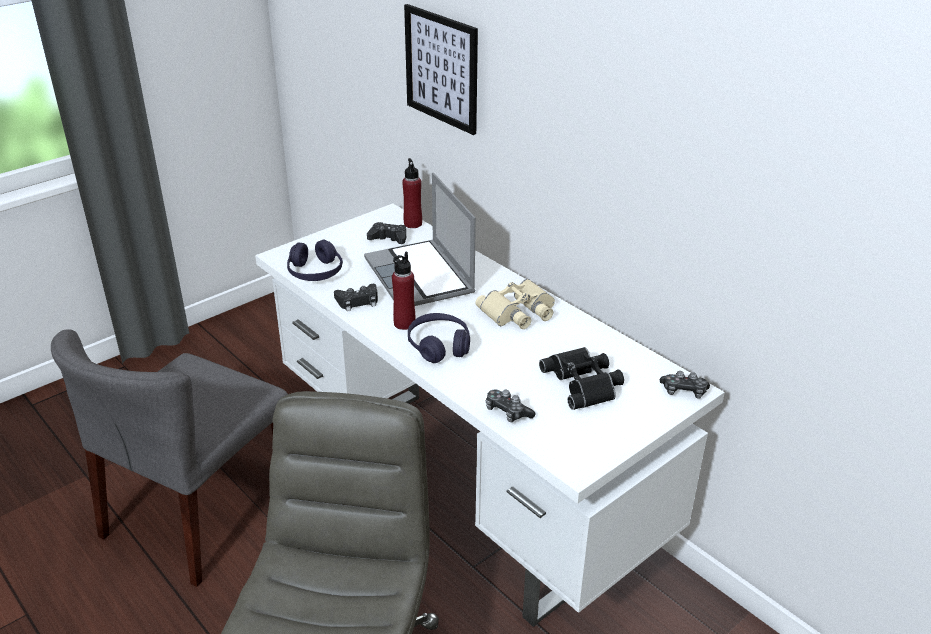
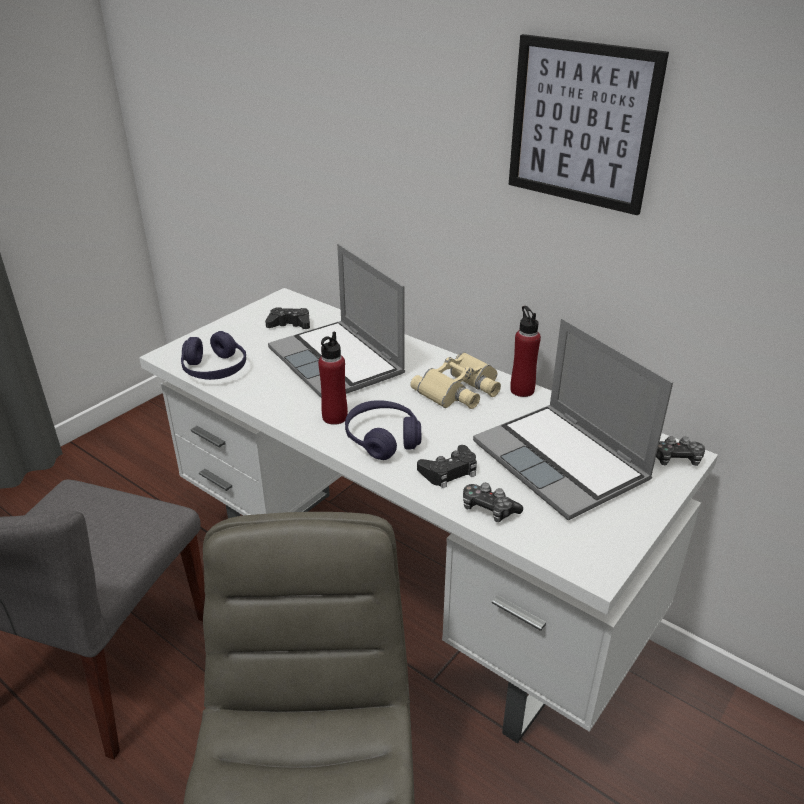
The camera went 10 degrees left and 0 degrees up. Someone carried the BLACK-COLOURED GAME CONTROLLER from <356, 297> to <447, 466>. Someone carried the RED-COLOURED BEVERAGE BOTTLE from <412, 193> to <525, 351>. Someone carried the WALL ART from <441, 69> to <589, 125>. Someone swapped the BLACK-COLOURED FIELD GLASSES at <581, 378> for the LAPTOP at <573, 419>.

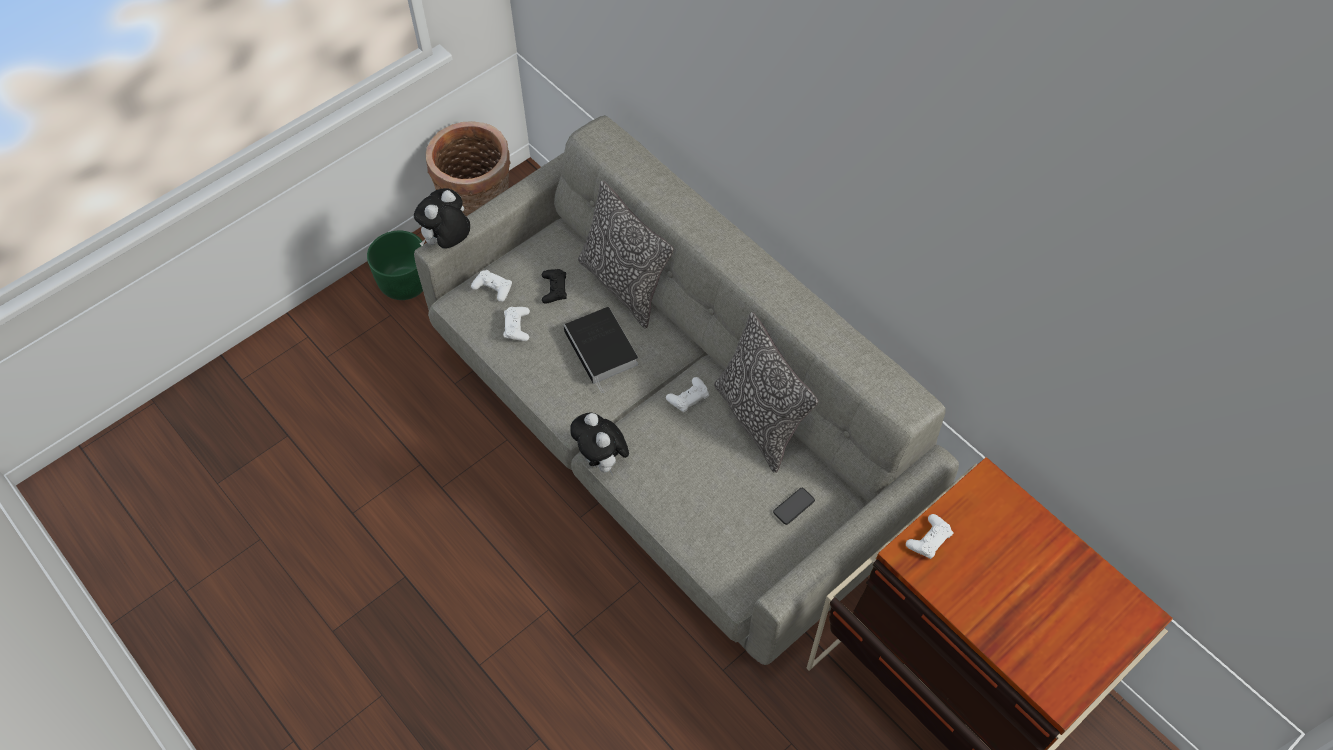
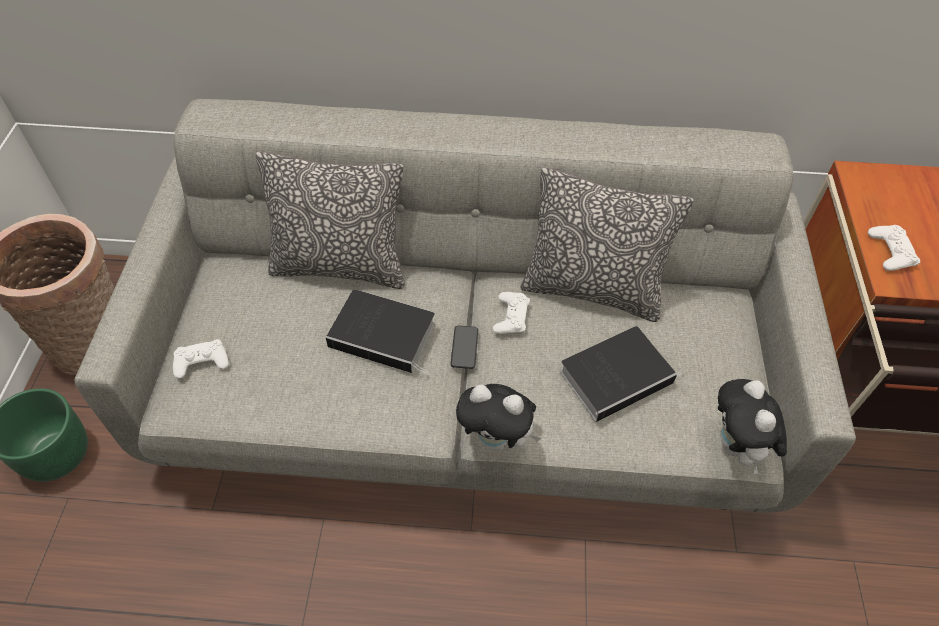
The camera went 45 degrees left and 5 degrees down. Someone carried the SOFT TOY from <442, 218> to <752, 426>. Someone took away the WHITE-COLOURED GAME CONTROLLER at <516, 324>. Someone took away the BLACK-COLOURED GAME CONTROLLER at <554, 286>. Someone carried the PHONE from <794, 506> to <464, 347>. Someone put down the BOUND BOOK at <622, 374>.

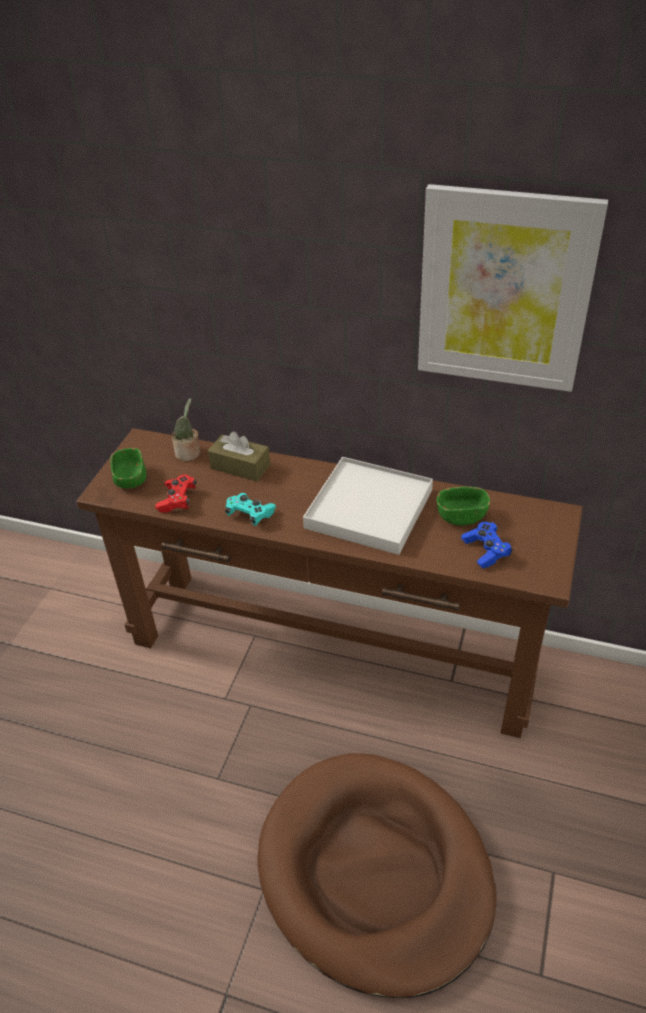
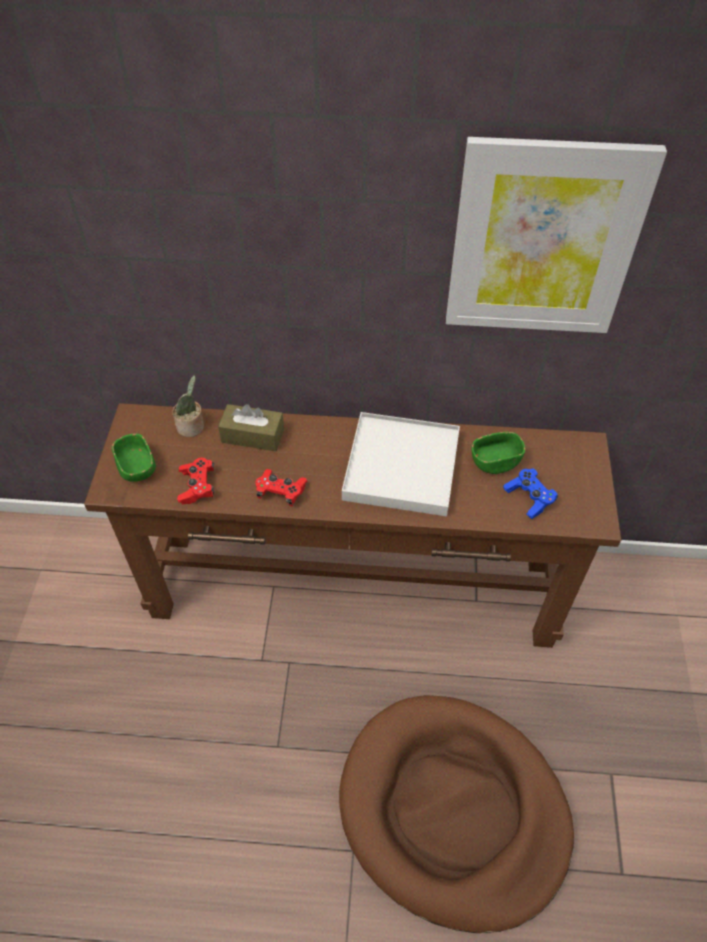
The camera went 15 degrees left and 10 degrees up. Someone repainted the BLUE-GREEN GAME CONTROLLER at <250, 509>, which became the RED-COLOURED GAME CONTROLLER at <281, 487>.

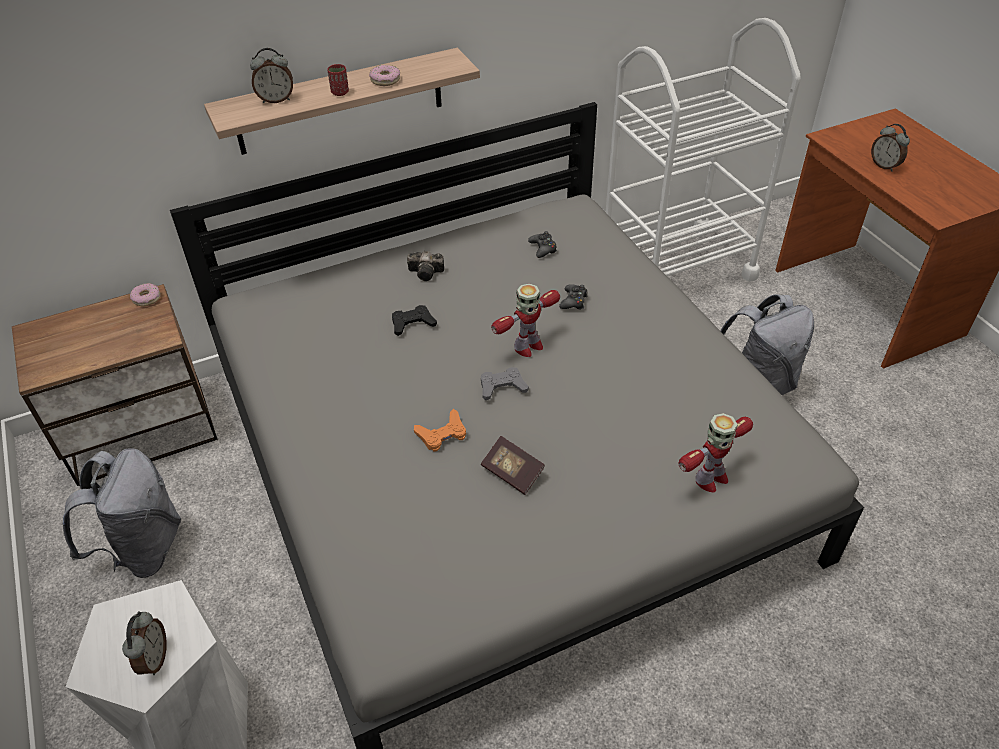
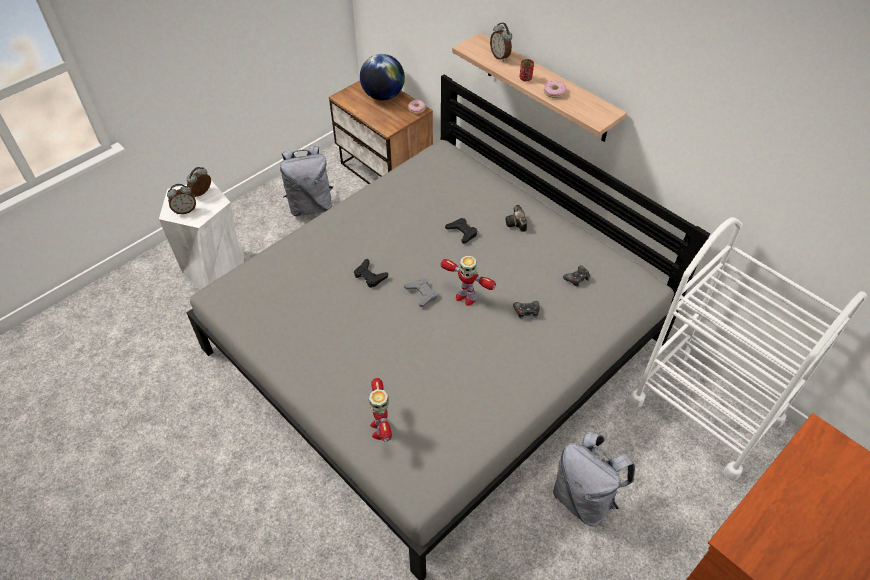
The camera went 70 degrees right and 5 degrees up. Someone repainted the ORANGE-COLOURED GAME CONTROLLER at <440, 430>, which became the BLACK-COLOURED GAME CONTROLLER at <371, 273>. Someone took away the BOUND BOOK at <513, 465>. Someone rotated the TOY ROBOT at <715, 452> by 45 degrees clockwise. Someone carried the ALARM CLOCK from <890, 148> to <199, 182>. Someone put down the GLOBE at <382, 77>.

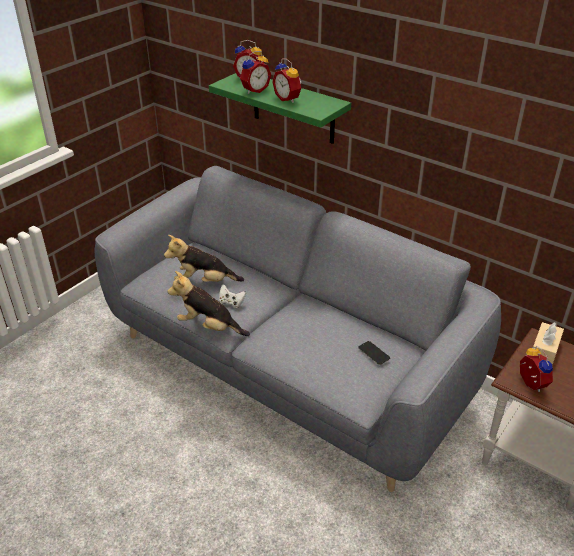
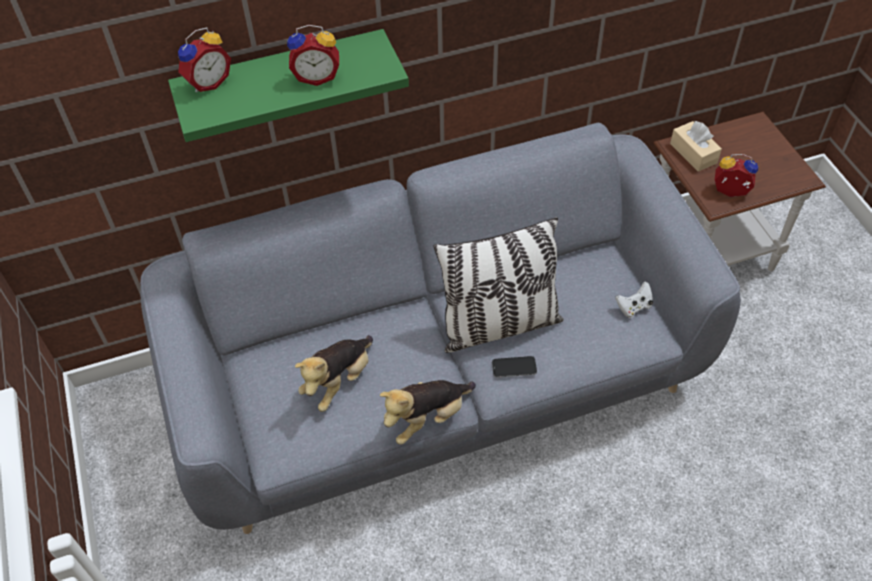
The camera went 55 degrees left and 15 degrees up. Someone carried the WHITE-COLOURED GAME CONTROLLER from <232, 296> to <634, 300>. Someone took away the ALARM CLOCK at <255, 72>. Someone carried the PHONE from <374, 353> to <514, 367>. Someone put down the THROW PILLOW at <499, 285>.

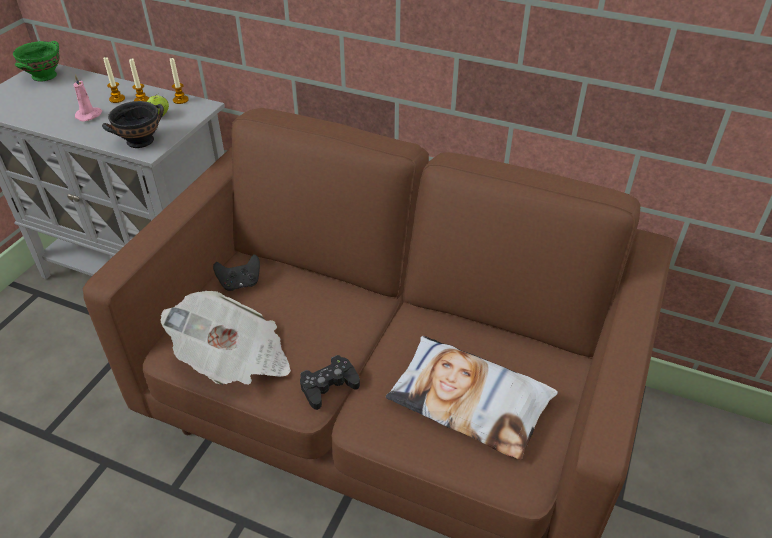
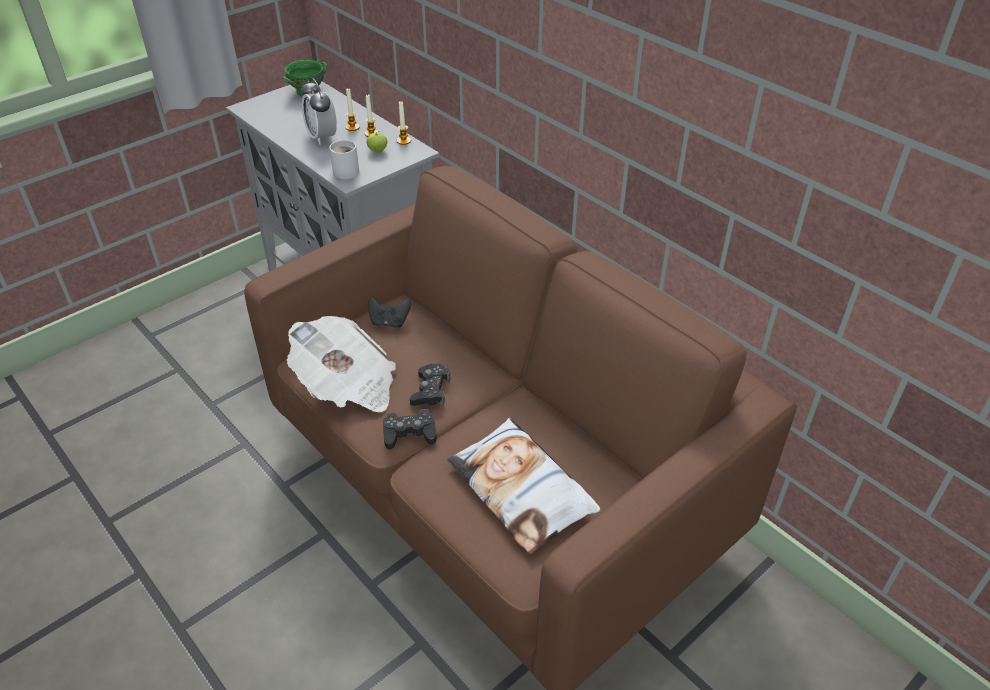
The camera went 25 degrees right and 0 degrees up. Someone swapped the PINK CANDLE at <87, 97> for the ALARM CLOCK at <318, 111>. Someone swapped the BLACK-COLOURED BOWL at <133, 124> for the WHITE-COLOURED COFFEE MUG at <344, 159>. Someone put down the BLACK-COLOURED GAME CONTROLLER at <430, 385>.

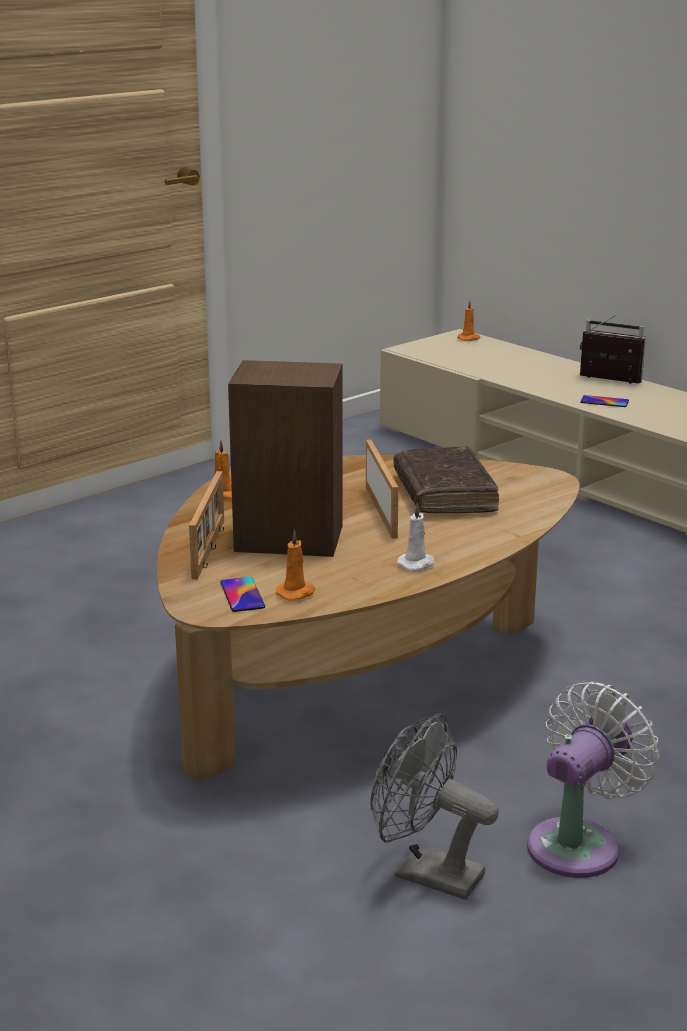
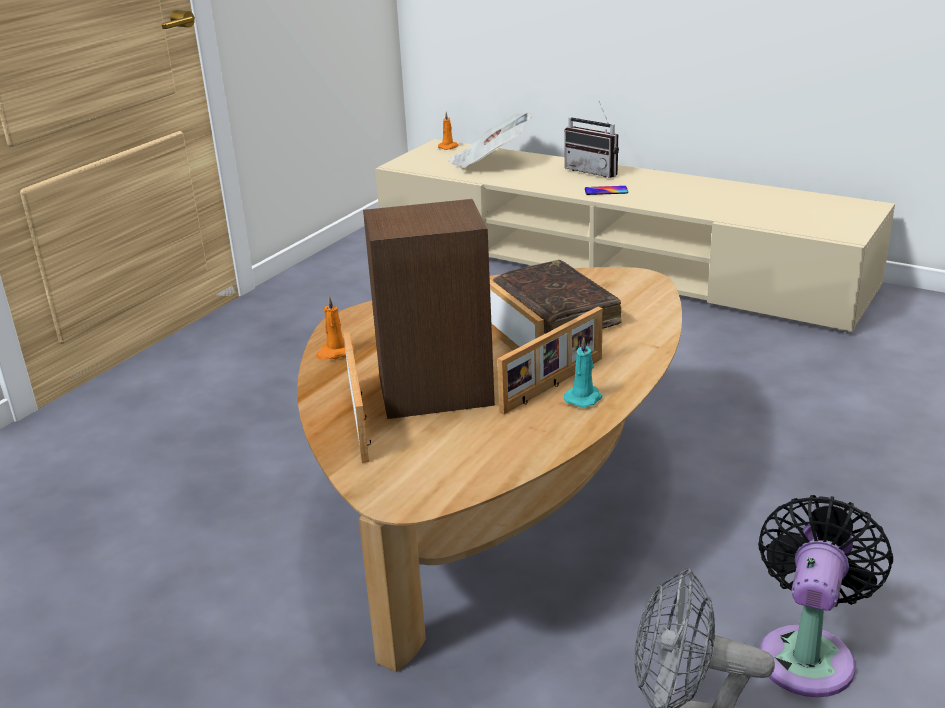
The camera went 15 degrees left and 5 degrees up. Someone took away the PHONE at <242, 594>. Someone took away the ORANGE-COLOURED CANDLE at <295, 565>. Someone repainted the WHITE-COLOURED CANDLE at <416, 537>, which became the BLUE-GREEN CANDLE at <582, 372>. Someone repainted the WHITE-COLOURED ELECTRIC FAN at <593, 780>, which became the BLACK-COLOURED ELECTRIC FAN at <825, 596>. Someone rotated the RADIO RECEIVER at <613, 349> by 150 degrees counterclockwise. Someone put down the NEWSPAPER at <490, 141>. Someone put down the PHOTO FRAME at <550, 360>.

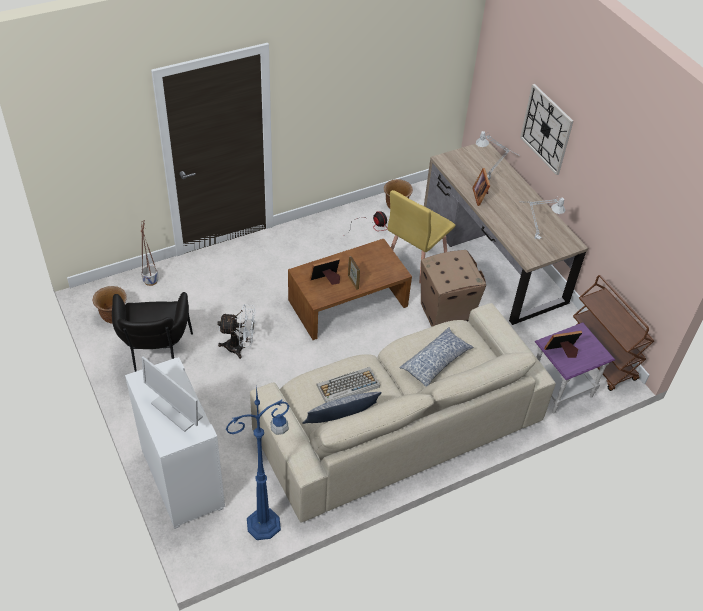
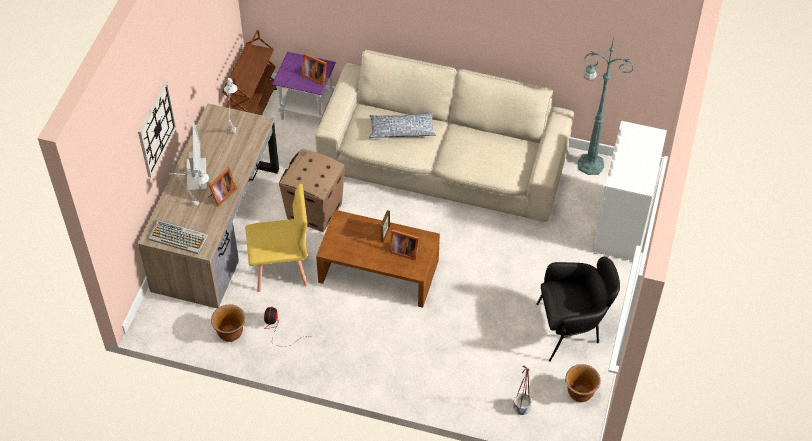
The camera went 135 degrees left and 5 degrees up. Someone rotated the BLACK-COLOURED LOUNGE CHAIR at <152, 332> by 45 degrees clockwise. Someone carried the COMPUTER SCREEN from <172, 394> to <197, 156>. Someone took away the WHITE-COLOURED ELECTRIC FAN at <236, 331>. Someone repainted the BLUE STANDARD LAMP at <258, 463>, which became the GREEN STANDARD LAMP at <606, 106>. Someone took away the THROW PILLOW at <342, 408>. Someone carried the KEYBOARD from <348, 385> to <178, 237>.

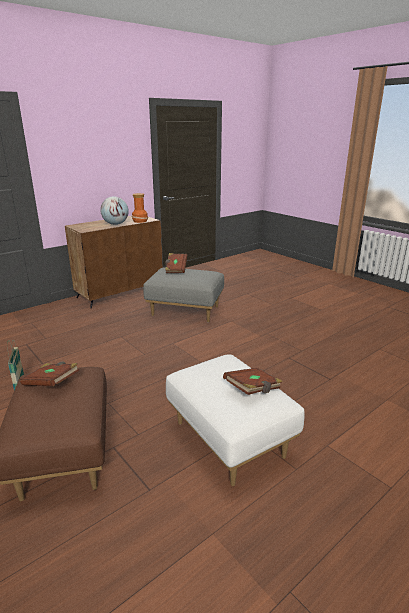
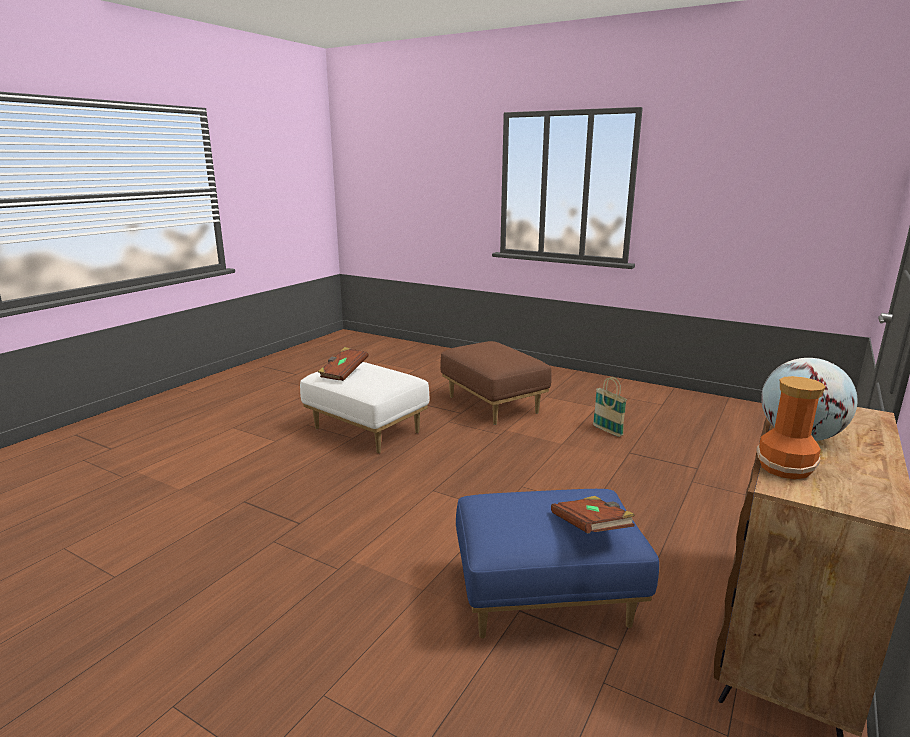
The camera went 160 degrees right and 5 degrees down. Someone took away the BROWN BOUND BOOK at <50, 374>. Someone repainted the GREY OTTOMAN at <183, 295>, which became the BLUE OTTOMAN at <557, 564>.

